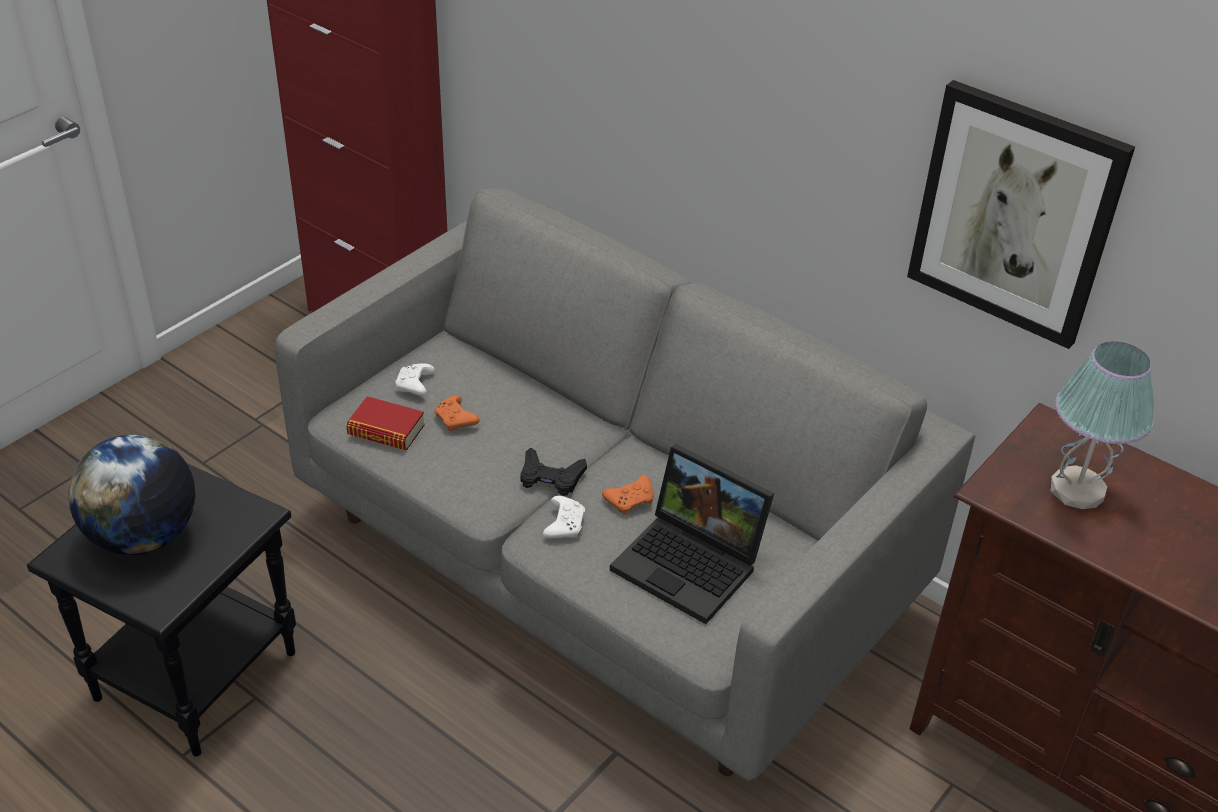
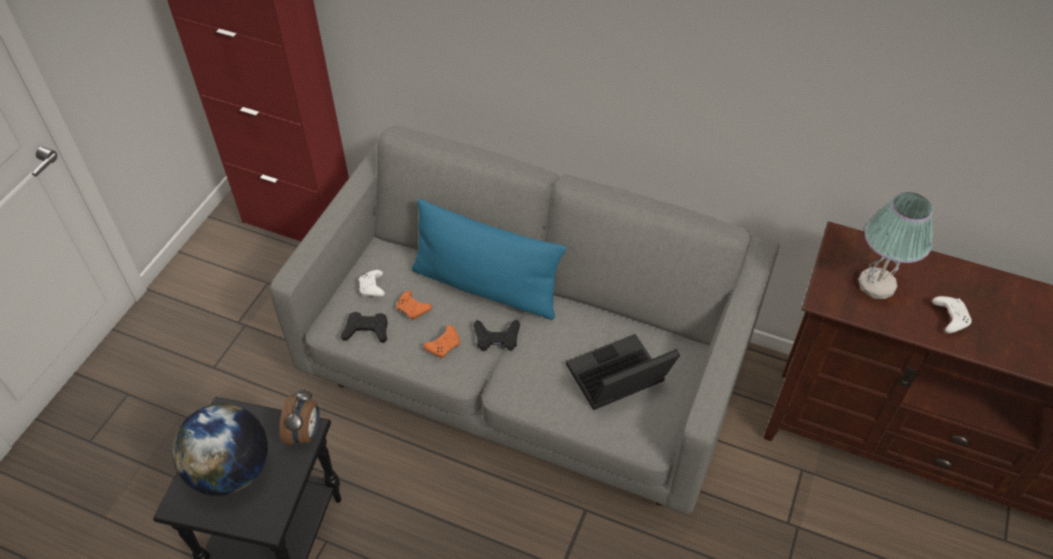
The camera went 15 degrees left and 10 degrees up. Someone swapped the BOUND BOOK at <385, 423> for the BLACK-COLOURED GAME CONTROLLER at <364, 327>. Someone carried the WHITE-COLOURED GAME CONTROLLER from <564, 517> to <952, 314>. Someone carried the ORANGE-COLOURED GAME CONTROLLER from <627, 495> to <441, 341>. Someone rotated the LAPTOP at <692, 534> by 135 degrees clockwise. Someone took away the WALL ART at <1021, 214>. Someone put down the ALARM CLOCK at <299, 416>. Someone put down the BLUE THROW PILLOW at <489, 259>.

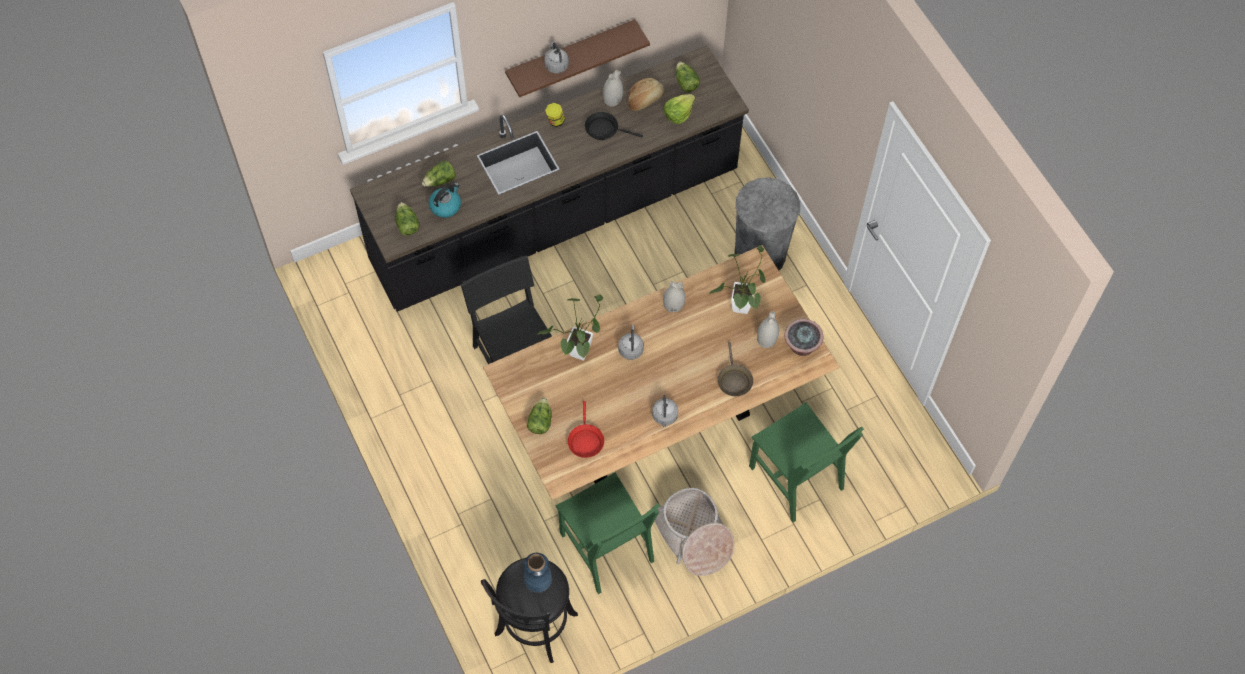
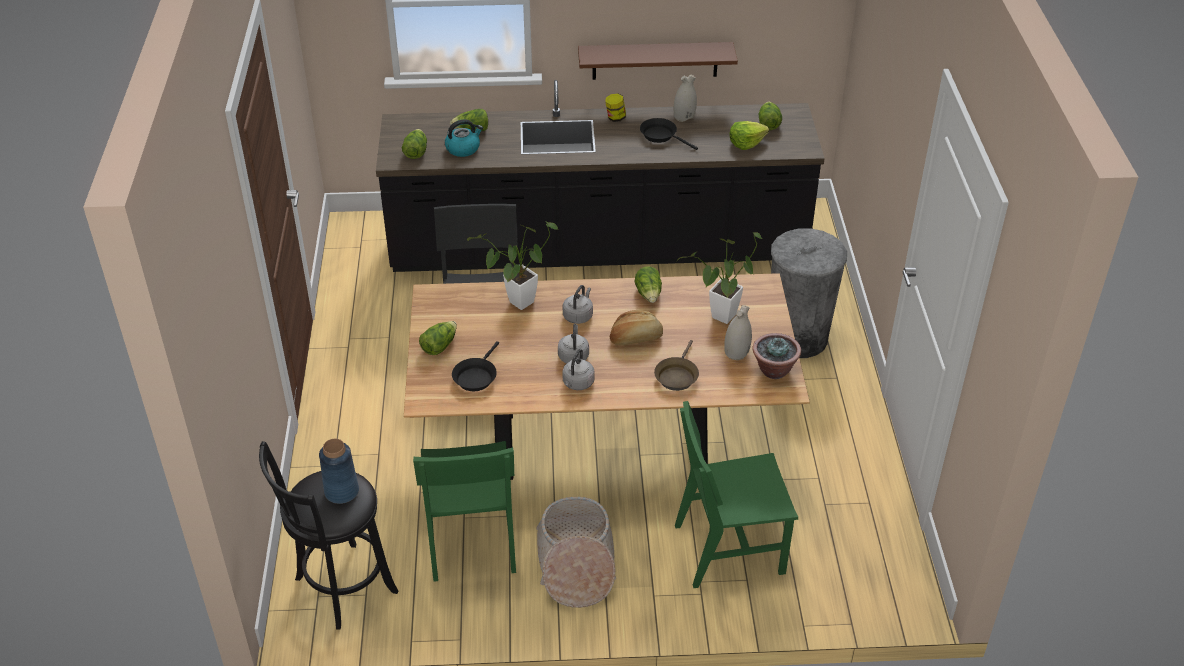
The camera went 25 degrees right and 20 degrees down. Someone carried the GREY WATER KETTLE from <556, 57> to <573, 343>. Someone repainted the RED-COLOURED PAN at <586, 429>, which became the BLACK-COLOURED PAN at <475, 366>. Someone carried the BAKERY BREAD from <646, 94> to <636, 327>. Someone swapped the WHITE-COLOURED FLOWER VASE at <674, 296> for the LETTUCE at <648, 284>. Someone rotated the GREEN PLAIN CHAIR at <806, 462> by 90 degrees clockwise.

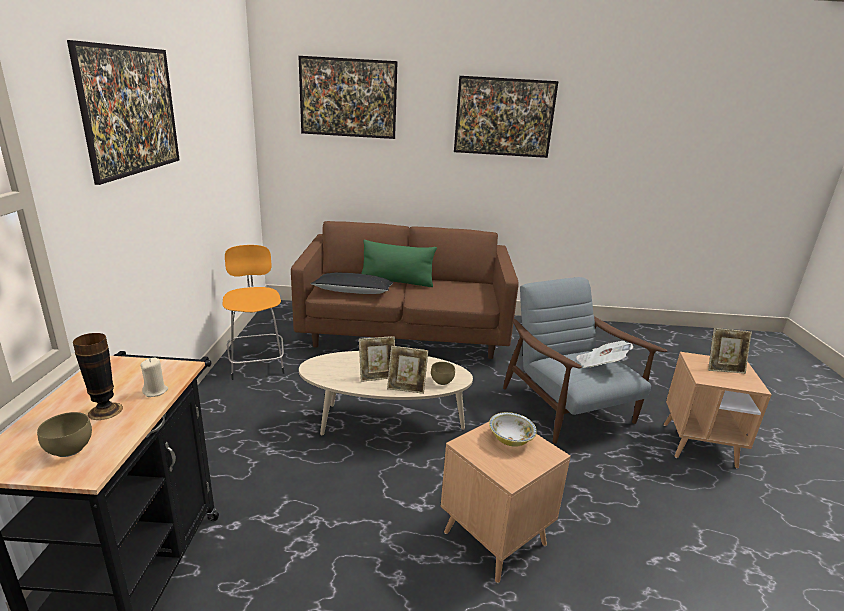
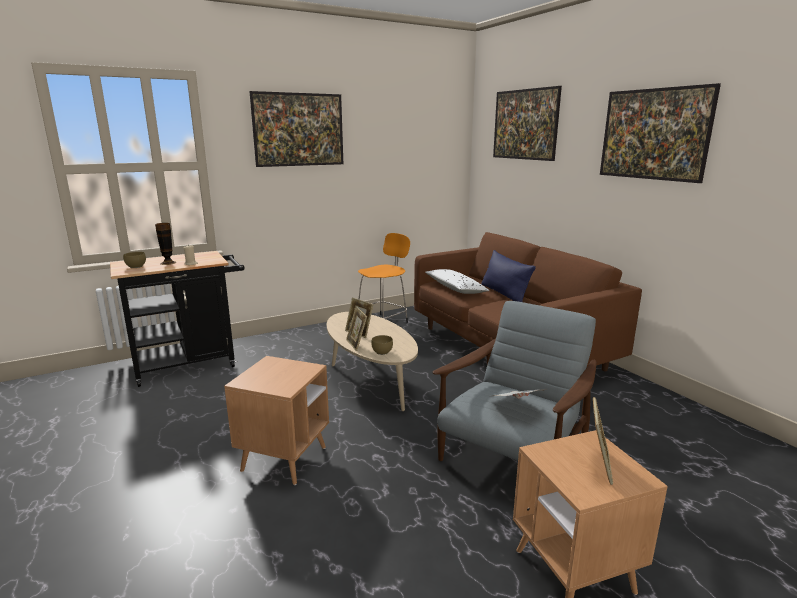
The camera went 60 degrees right and 5 degrees down. Someone repainted the BLACK-COLOURED THROW PILLOW at <351, 283>, which became the WHITE-COLOURED THROW PILLOW at <457, 281>. Someone repainted the GREEN THROW PILLOW at <399, 263>, which became the BLUE THROW PILLOW at <508, 276>. Someone took away the BOWL at <513, 429>. Someone rotated the PHOTO FRAME at <730, 351> by 135 degrees counterclockwise.

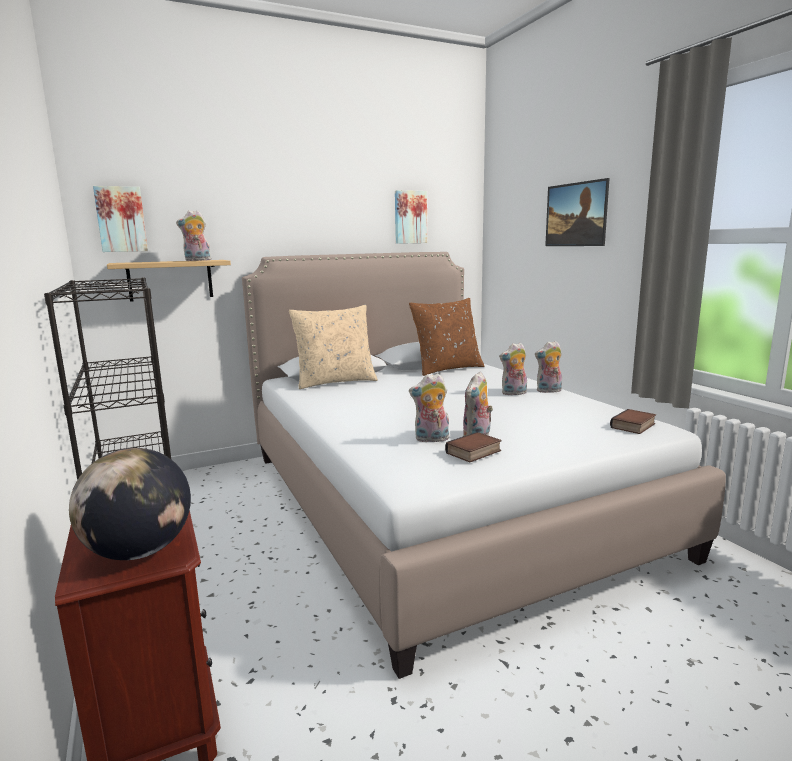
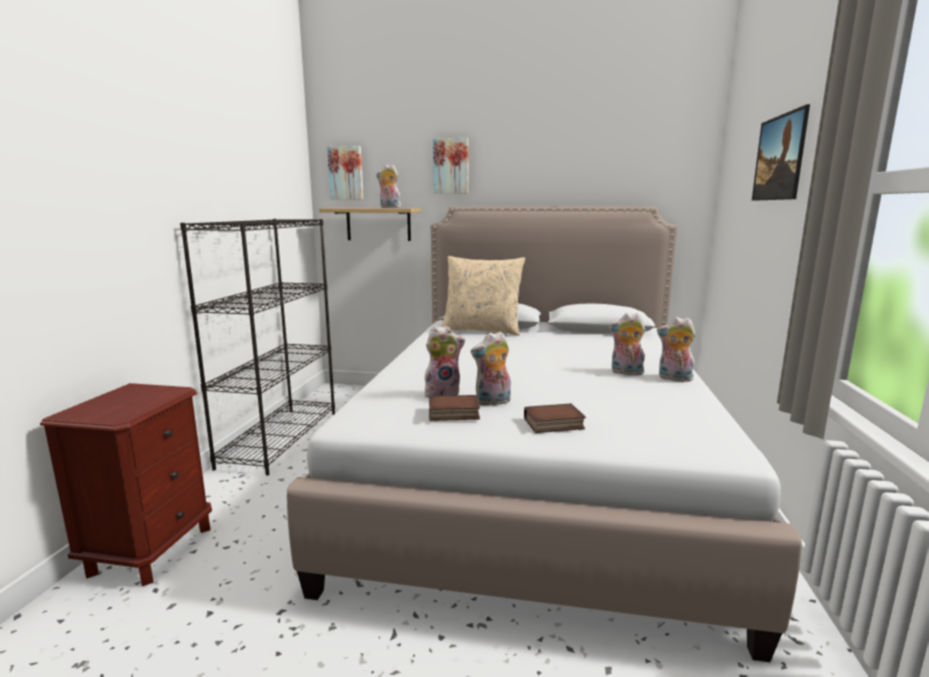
The camera went 35 degrees right and 0 degrees up. Someone took away the GLOBE at <130, 504>. Someone carried the WALL ART from <411, 217> to <450, 166>. Someone took away the BROWN THROW PILLOW at <446, 337>. Someone rotated the SOFT TOY at <429, 407> by 135 degrees clockwise. Someone carried the BOUND BOOK from <633, 421> to <555, 418>.

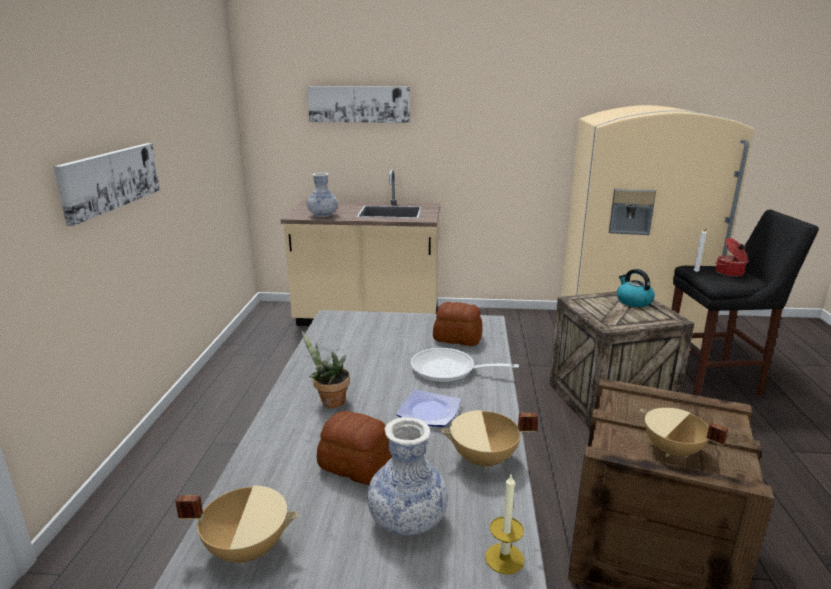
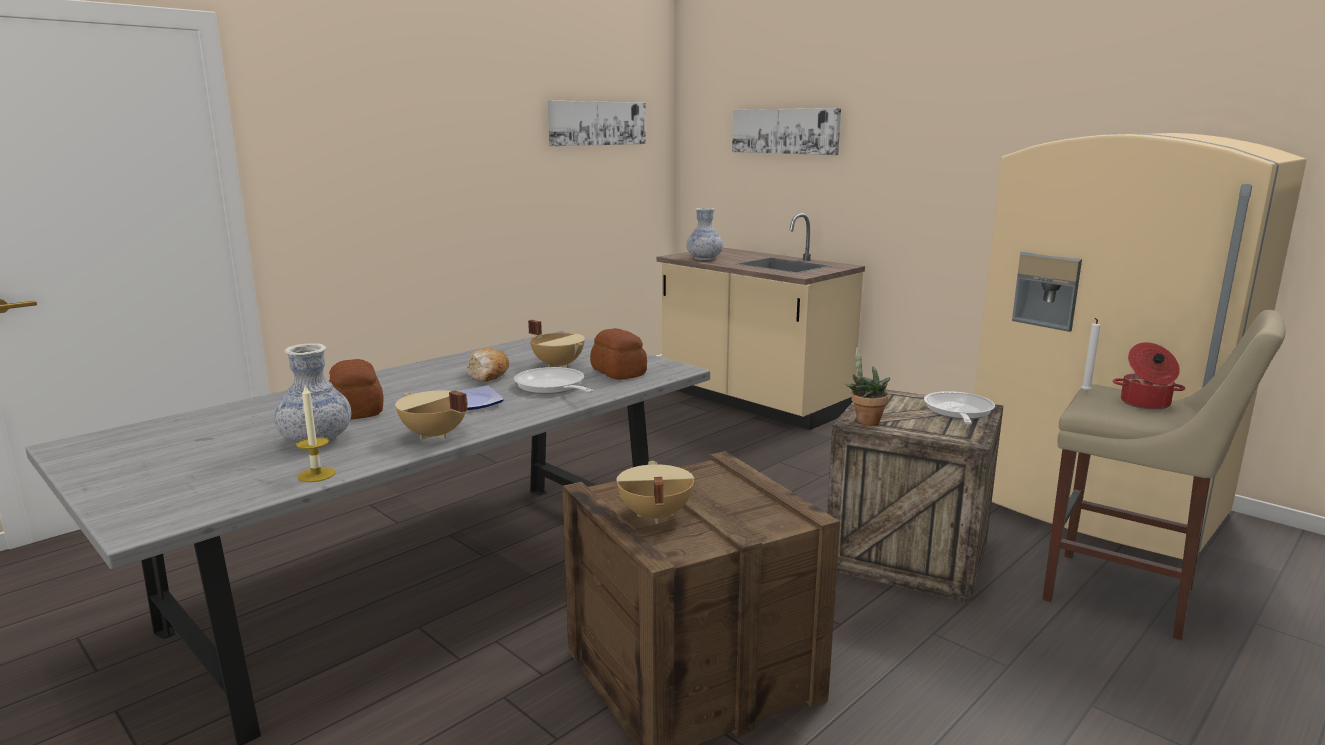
The camera went 40 degrees right and 5 degrees down. Someone carried the WALL ART from <106, 184> to <597, 123>. Someone carried the SAND-COLOURED SAUCEPOT from <236, 525> to <556, 344>. Someone carried the POTTED PLANT from <326, 369> to <867, 386>. Someone swapped the WATER KETTLE at <636, 288> for the PAN at <959, 407>. Someone repainted the BLACK-COLOURED STOOL SEAT at <745, 303>, which became the SAND-COLOURED STOOL SEAT at <1164, 475>. Someone put down the BAKERY BREAD at <487, 365>.

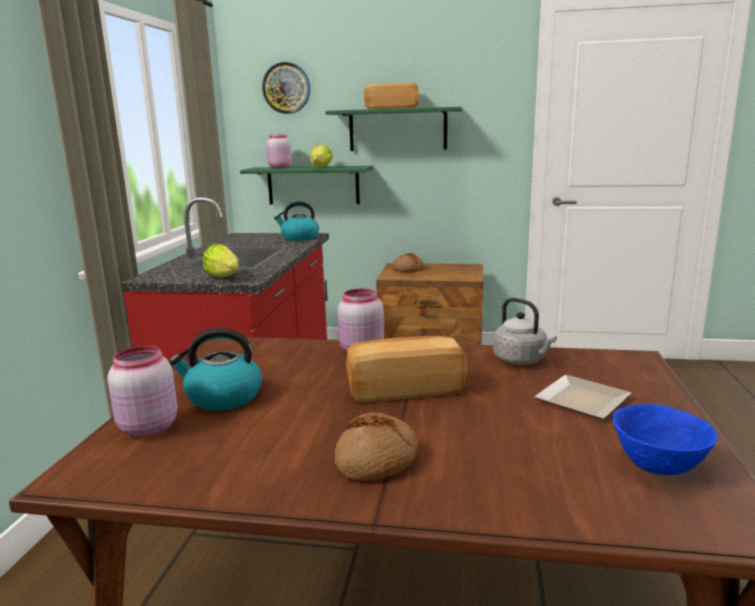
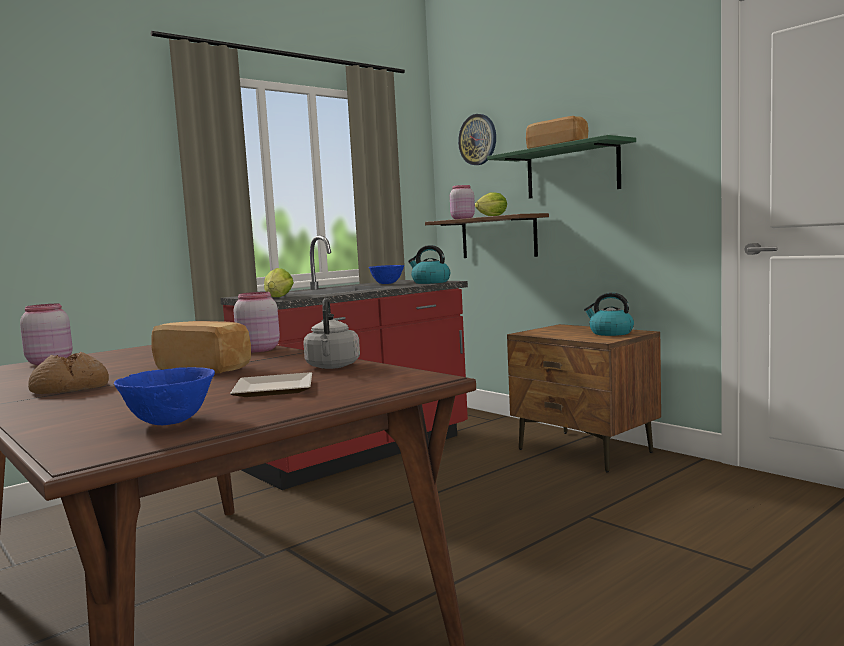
The camera went 40 degrees right and 10 degrees down. Someone carried the WATER KETTLE from <215, 369> to <609, 314>. Someone repainted the GREEN SHELF at <306, 185>, which became the BROWN SHELF at <487, 235>. Someone took away the BAKERY BREAD at <408, 263>. Someone put down the BLUE BOWL at <386, 274>.

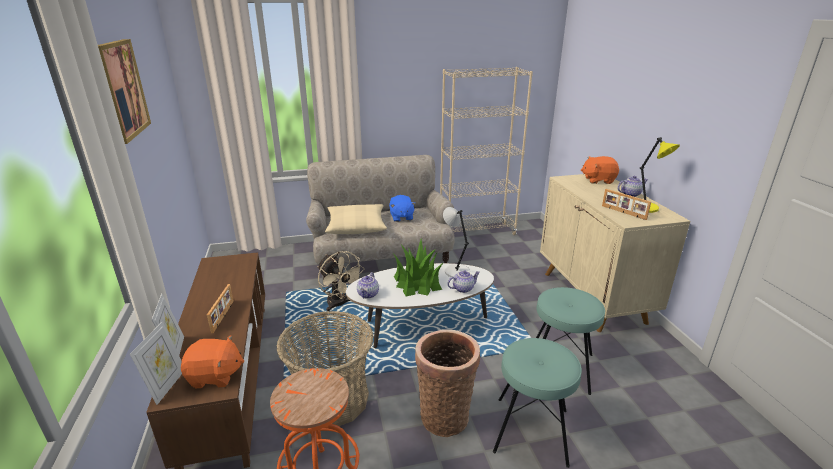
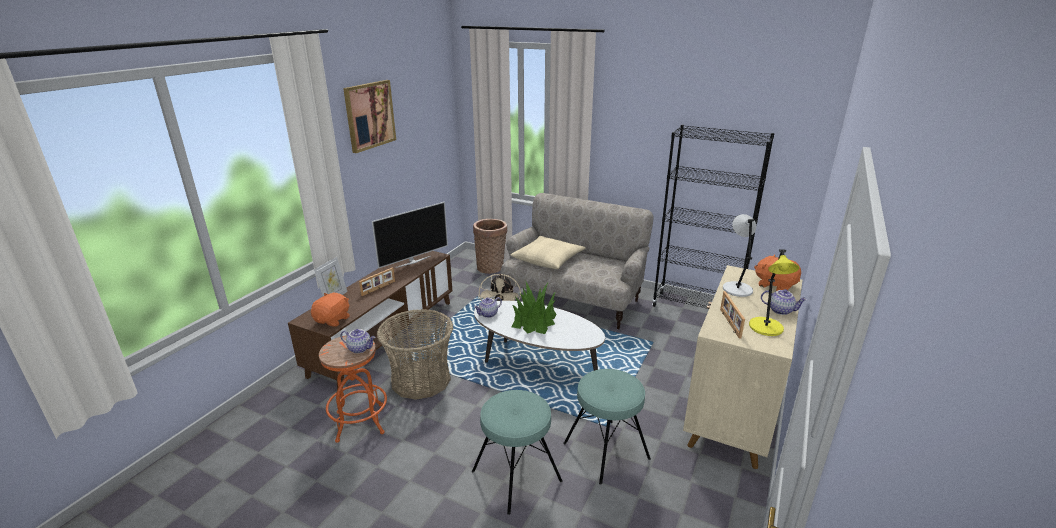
The camera went 40 degrees right and 0 degrees up. Someone took away the PHOTO FRAME at <156, 363>. Someone rotated the ORANGE-COLOURED SOFT TOY at <212, 361> by 105 degrees counterclockwise. Someone took away the BLUE SOFT TOY at <402, 208>. Someone carried the BASKET from <447, 383> to <490, 246>. Someone repainted the SAND-COLOURED SHELVING UNIT at <486, 151>, which became the BLACK-COLOURED SHELVING UNIT at <713, 216>. Someone carried the GREY LAMP FOR A TABLE from <456, 242> to <739, 255>. Someone carried the POT FOR TEA from <463, 281> to <357, 341>. Someone put down the TELEVISION at <410, 235>.

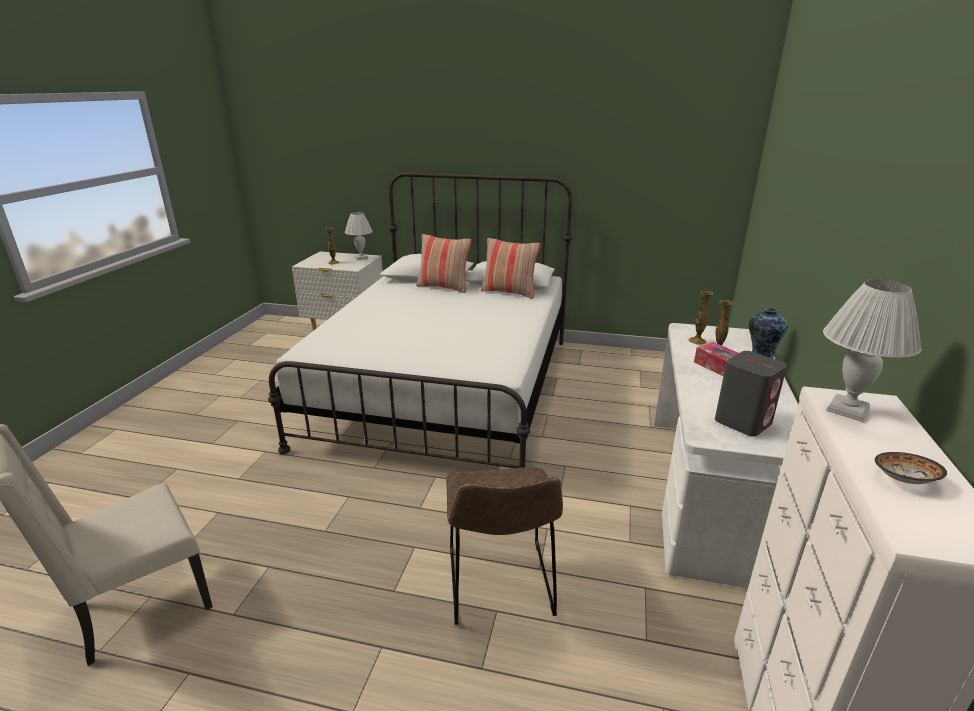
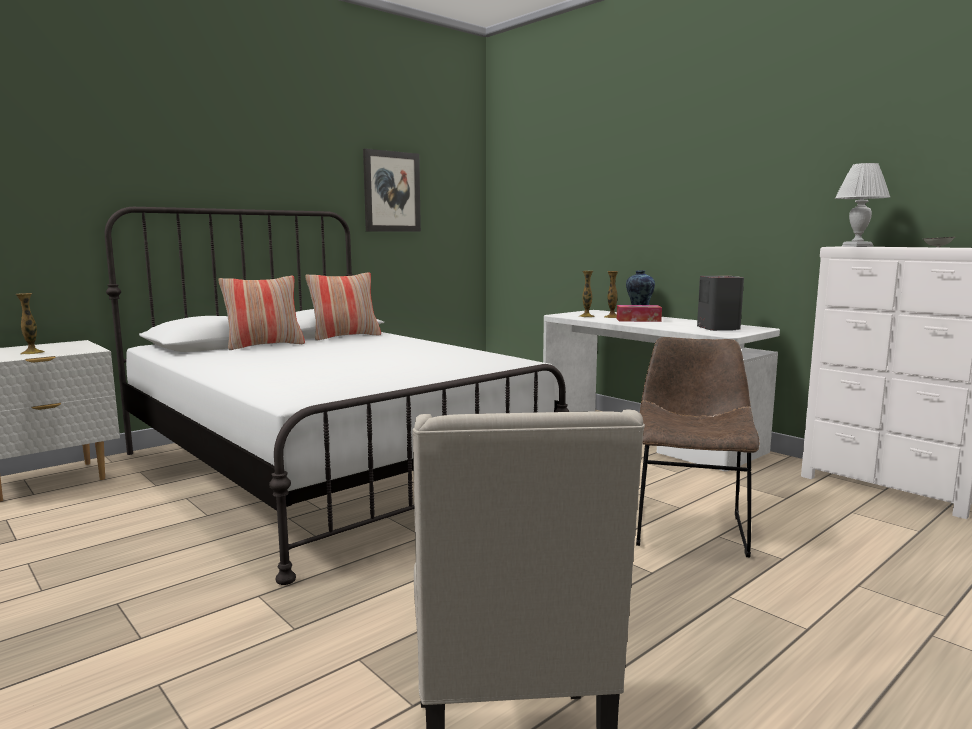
The camera went 55 degrees left and 15 degrees down. Someone took away the WHITE-COLOURED LAMP FOR A TABLE at <359, 236>. Someone rotated the BROWN PLAIN CHAIR at <504, 546> by 105 degrees counterclockwise. Someone put up the WALL ART at <392, 190>.

